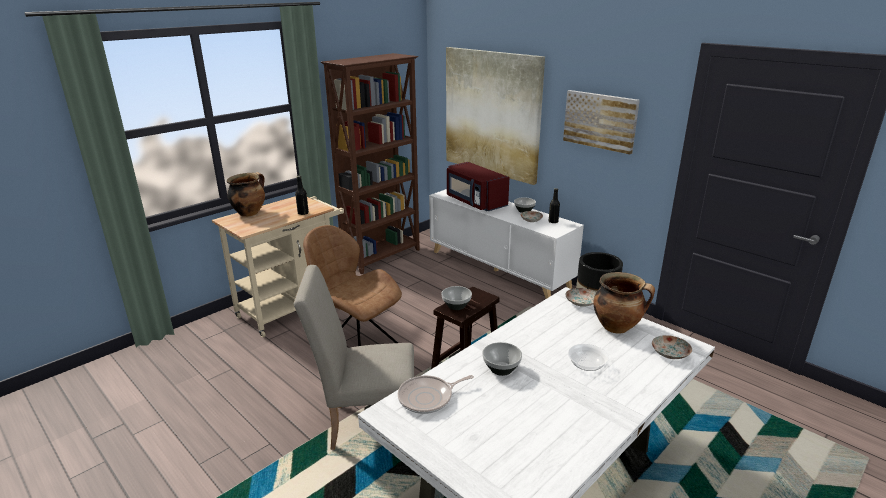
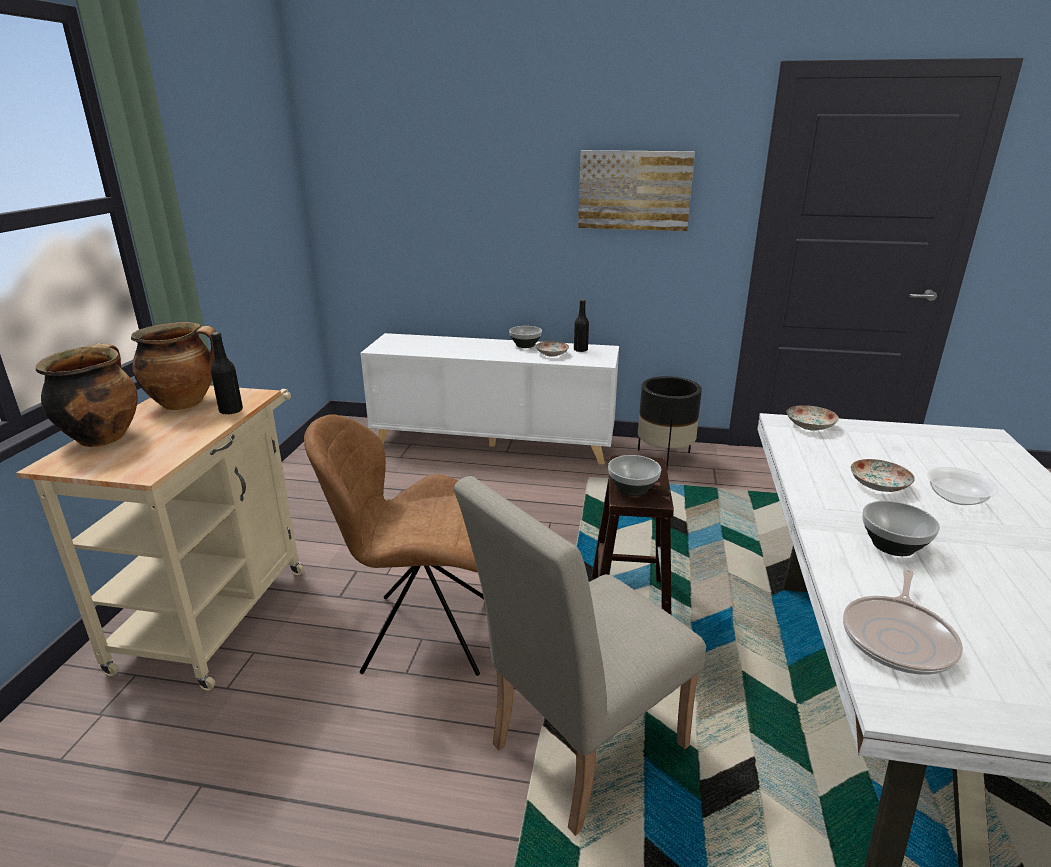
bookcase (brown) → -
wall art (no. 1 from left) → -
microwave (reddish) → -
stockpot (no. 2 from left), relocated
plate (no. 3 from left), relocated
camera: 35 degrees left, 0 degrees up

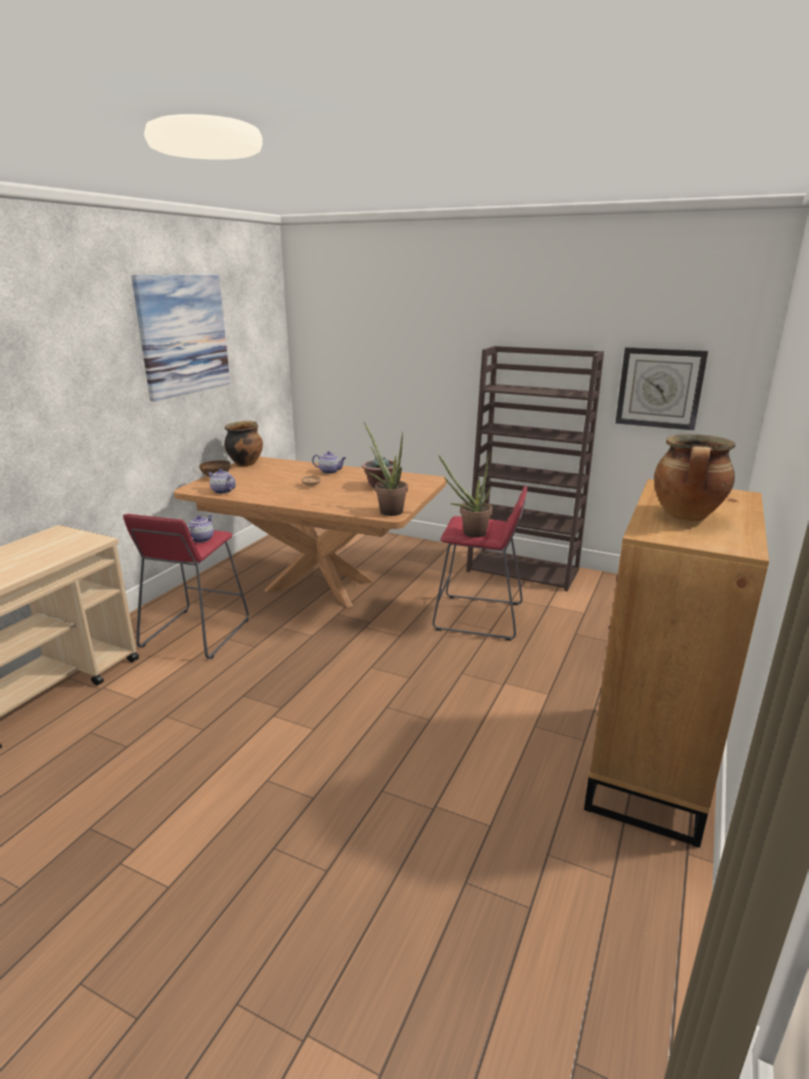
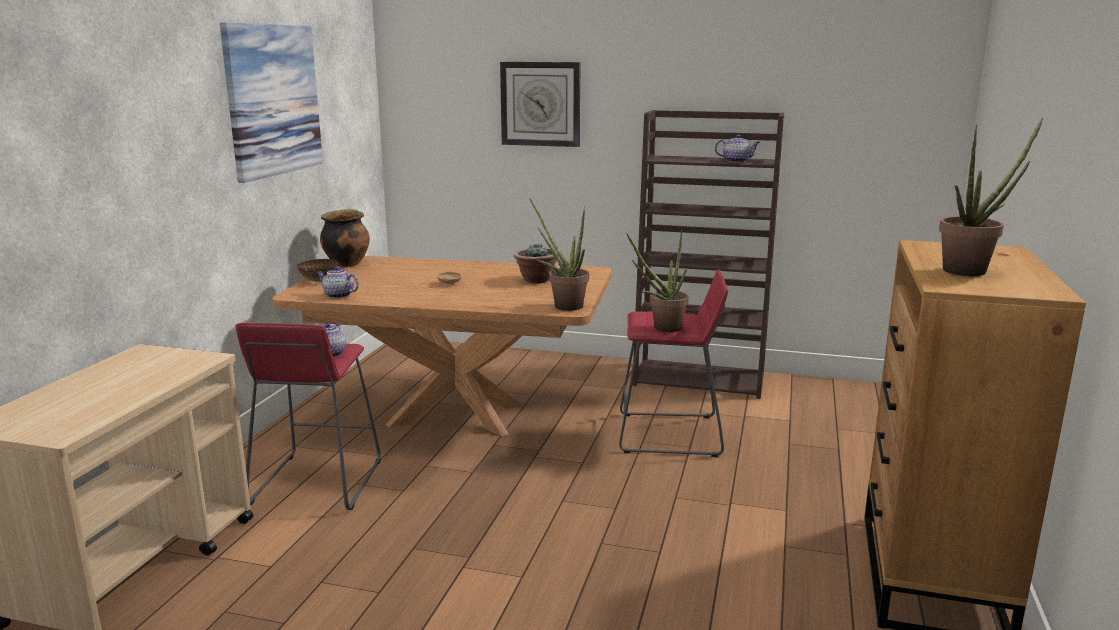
teapot (no. 3 from left), relocated
wall clock, relocated
stockpot (no. 2 from left) → potted plant (no. 4 from left)
camera: 10 degrees left, 5 degrees down

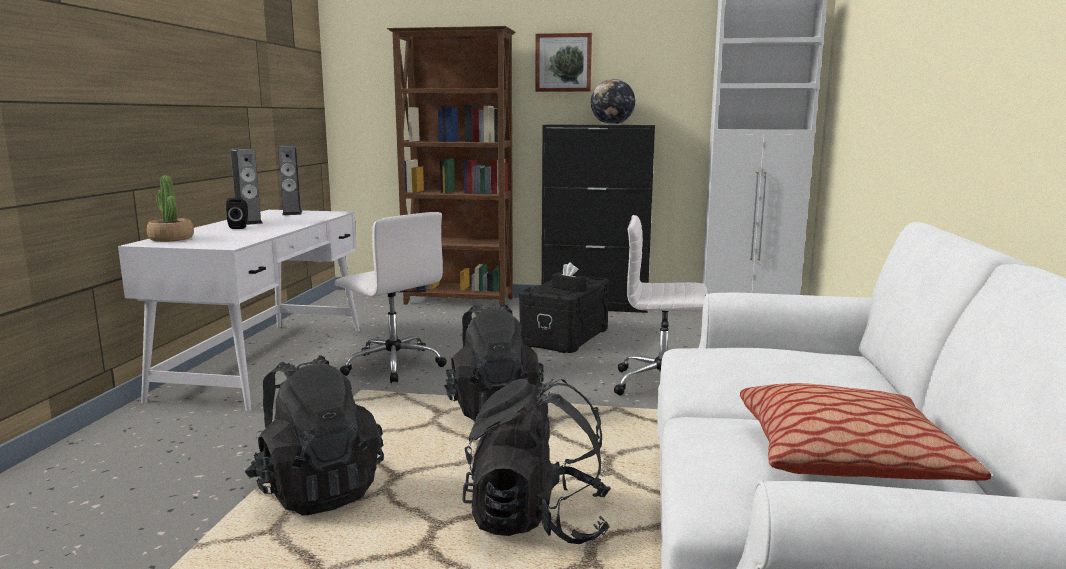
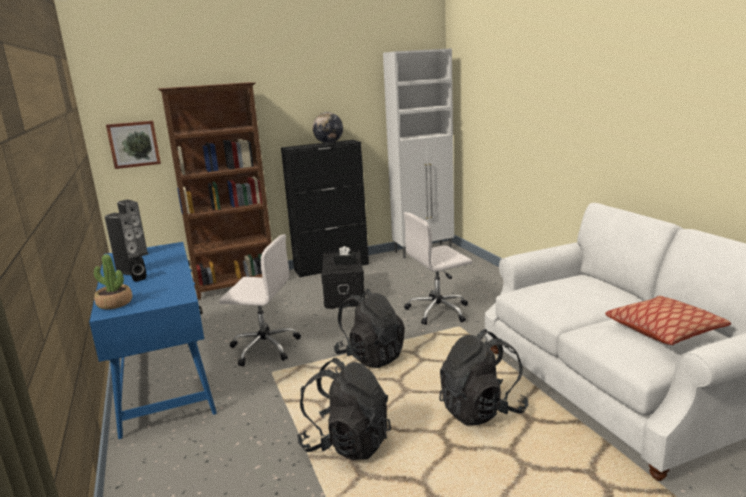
wall art, relocated
desk table (whitish) → desk table (blue-coloured)
camera: 30 degrees left, 5 degrees up

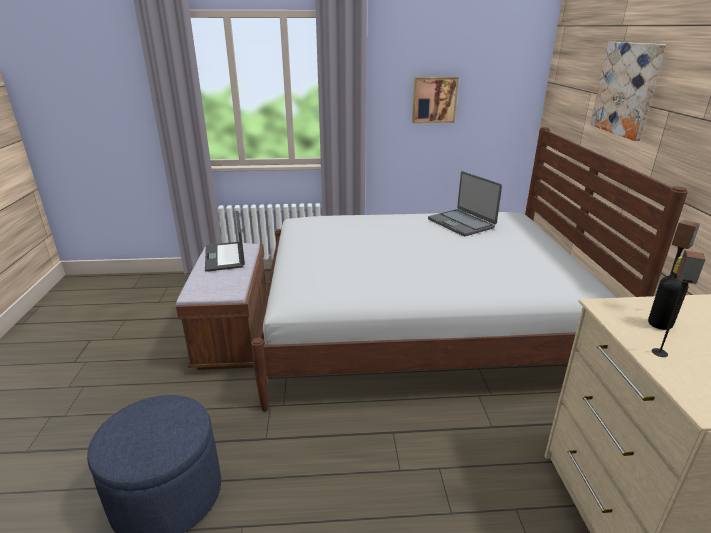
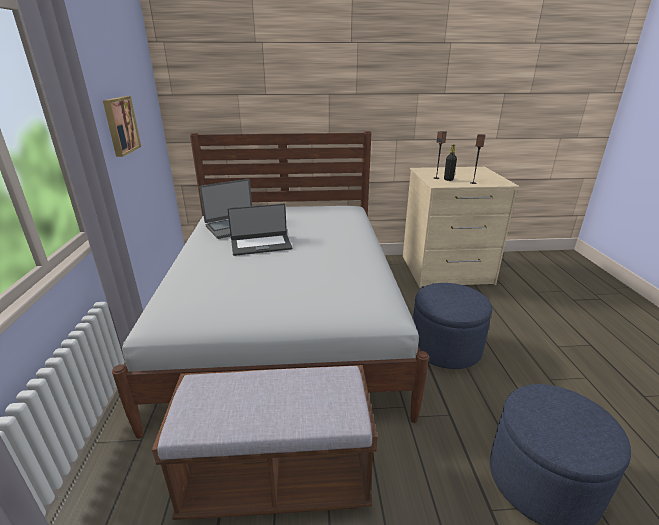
wall art (no. 2 from left) → -
- → pouffe (blue-coloured) (no. 1 from left)
laptop (no. 1 from left in the first image) → laptop (no. 2 from left), relocated
camera: 90 degrees left, 0 degrees up

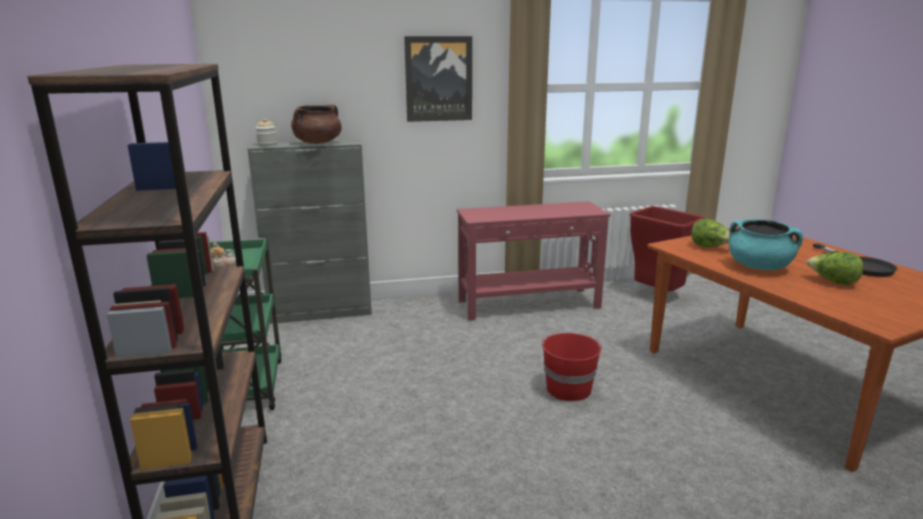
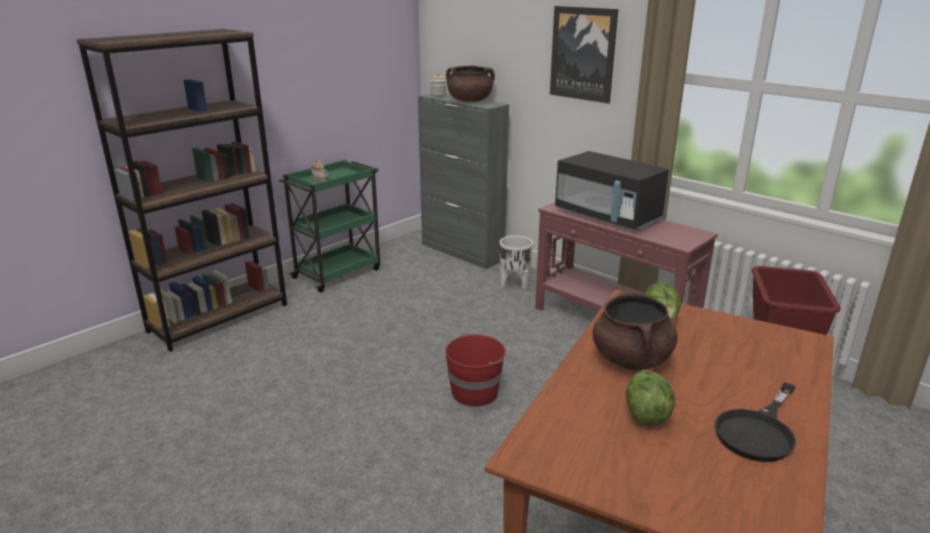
- → flower pot (whitish)
- → microwave (black)
stockpot (turquoise) → stockpot (brown) (no. 2 from left)
camera: 55 degrees right, 5 degrees up

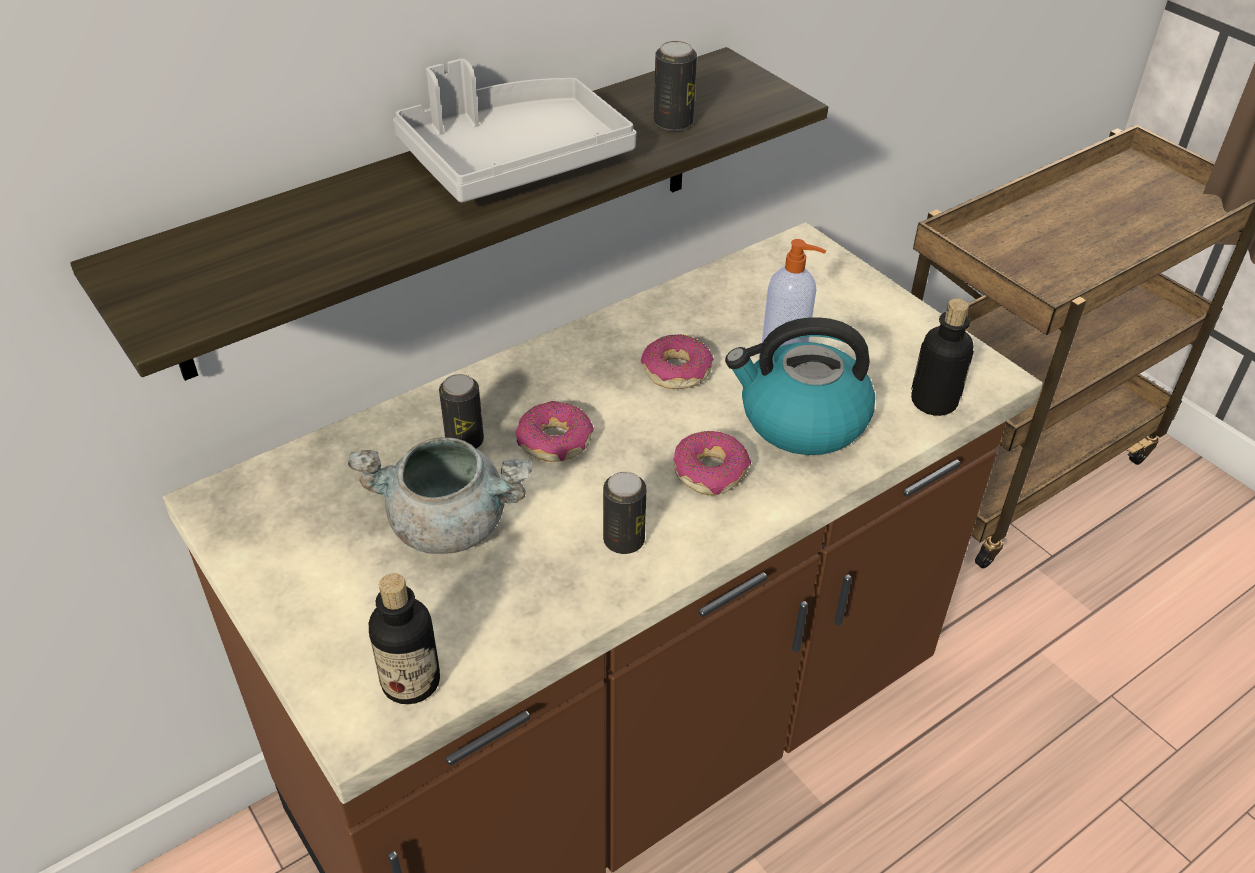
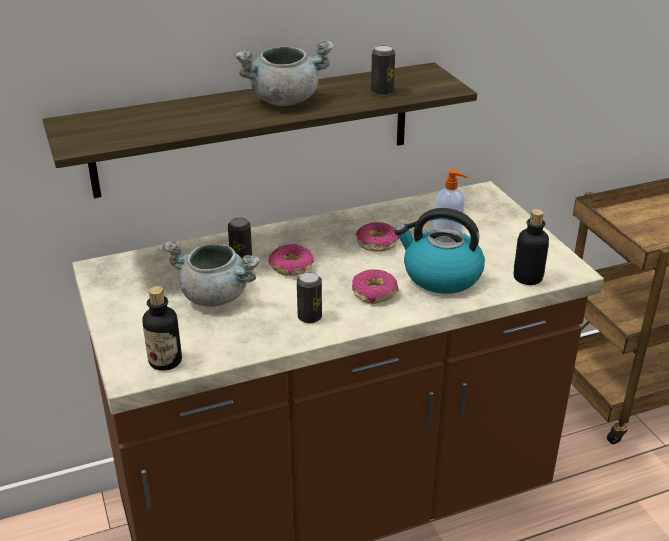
tray (greyish) → stockpot (greyish) (no. 2 from left)
camera: 15 degrees right, 10 degrees down

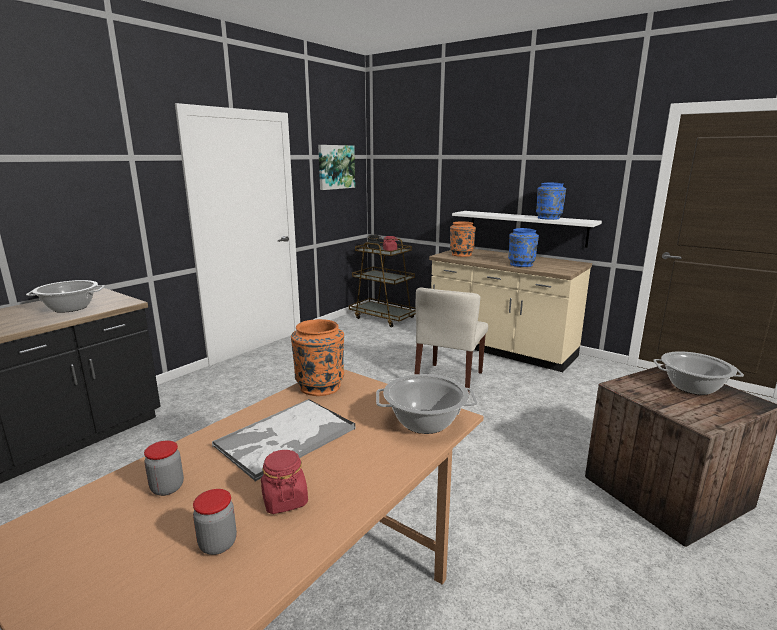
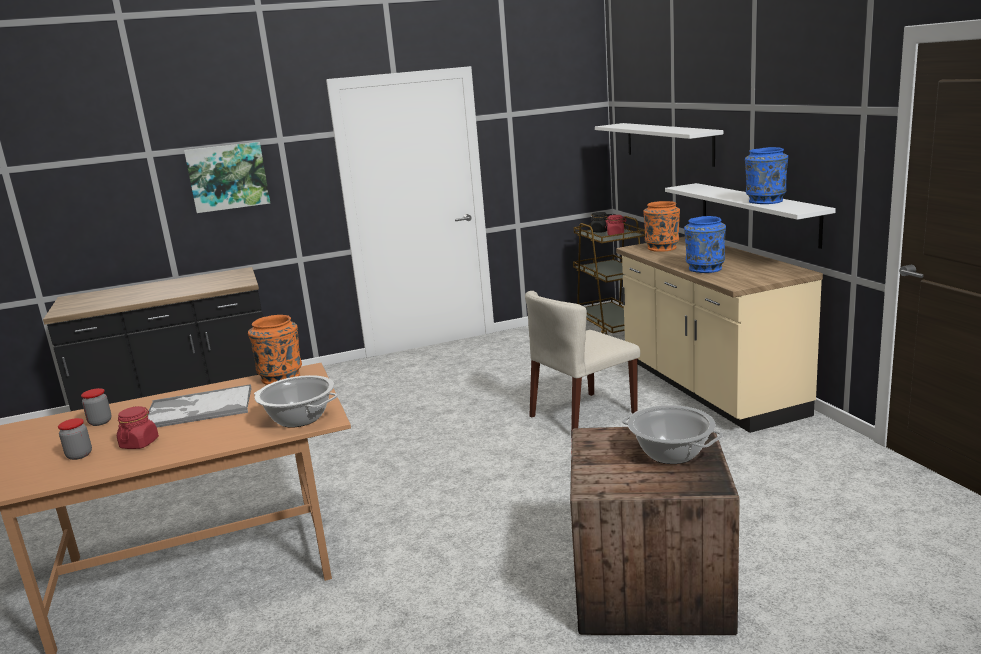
stockpot (no. 1 from left) → -
- → bracket shelf (whitish) (no. 1 from left)
wall art, relocated
camera: 35 degrees right, 0 degrees up

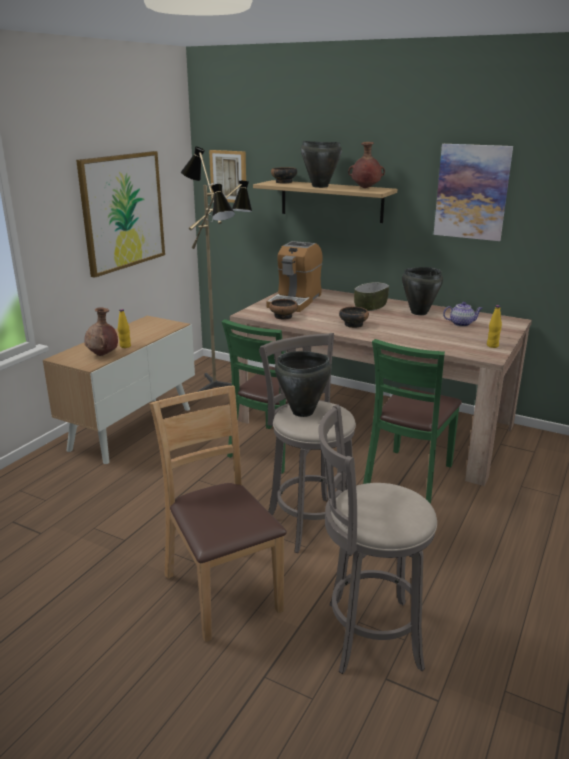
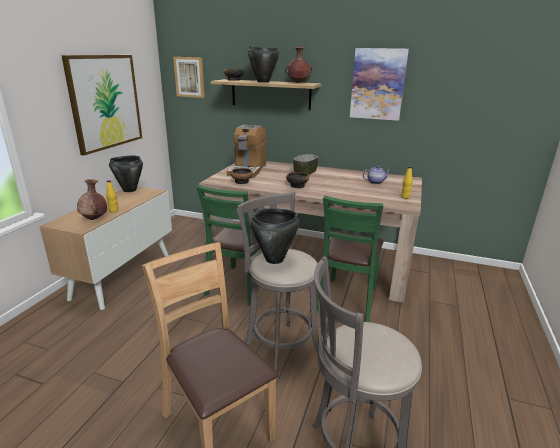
floor lamp → -
stockpot (black) (no. 3 from left in the first image) → stockpot (black) (no. 1 from left), relocated
camera: 10 degrees left, 0 degrees up

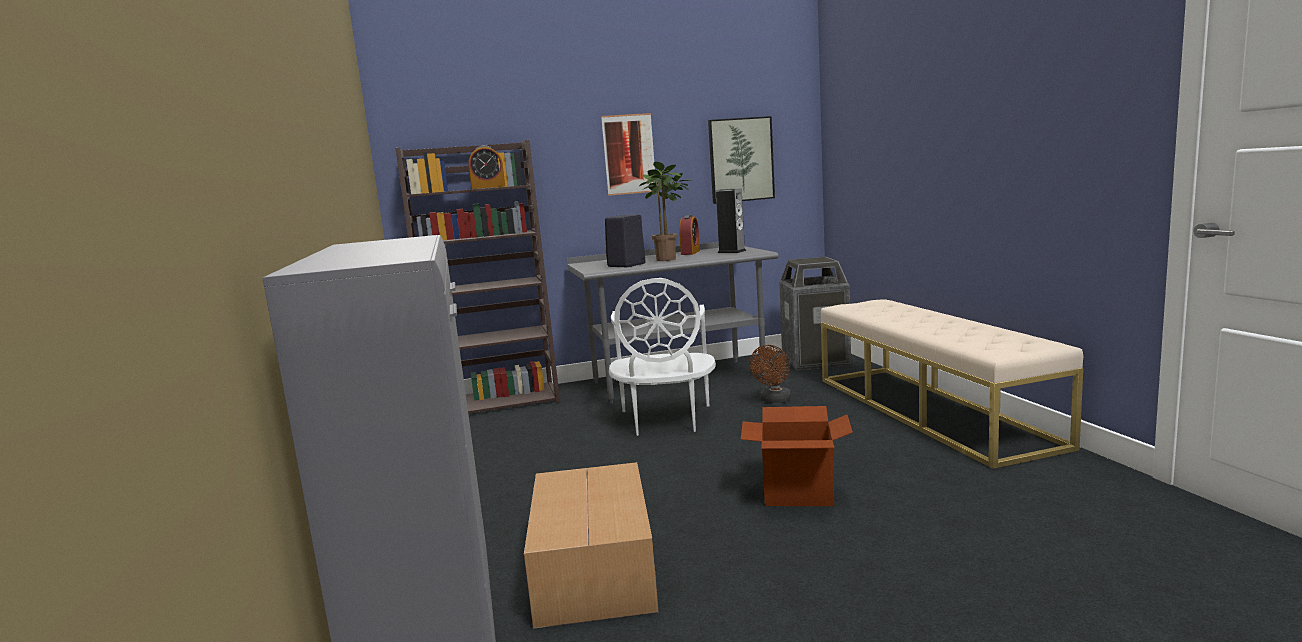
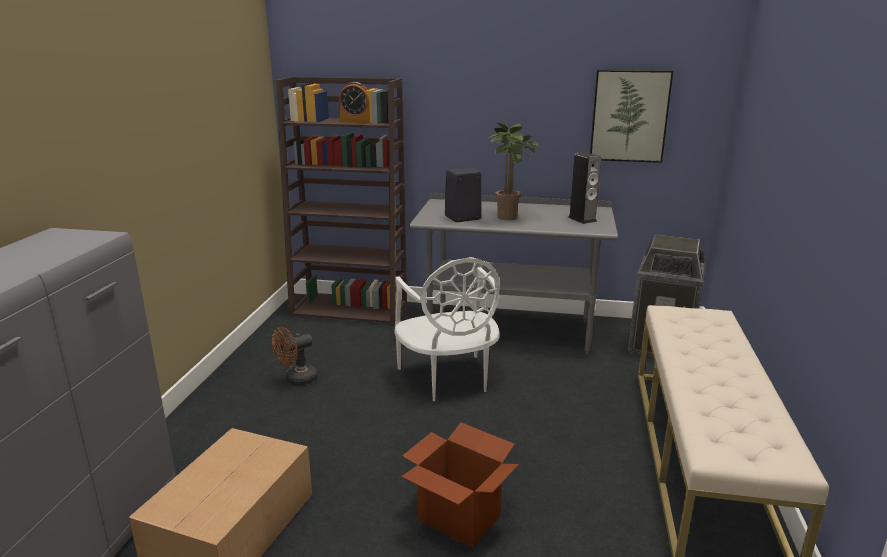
wall art (no. 1 from left) → -
bedside clock (no. 2 from left) → -
cooling fan (brown), relocated
plain chair (whitish), 45 degrees counterclockwise
camera: 25 degrees right, 10 degrees up

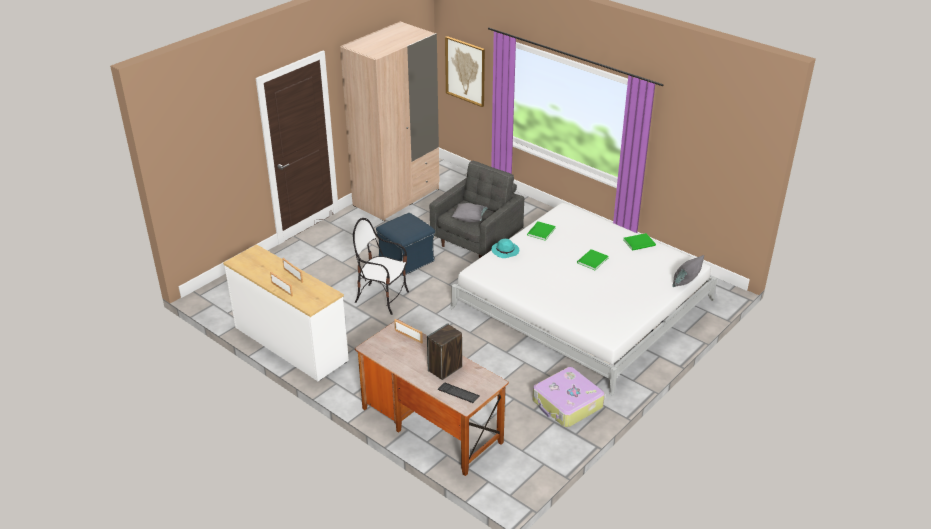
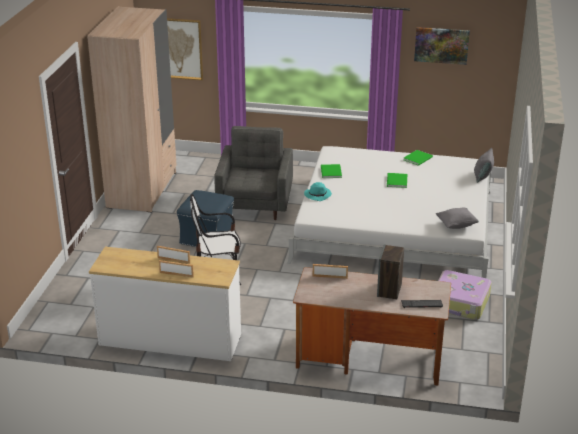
- → wall art (no. 2 from left)
cushion (greyish) (no. 1 from left), relocated
camera: 30 degrees left, 5 degrees down

